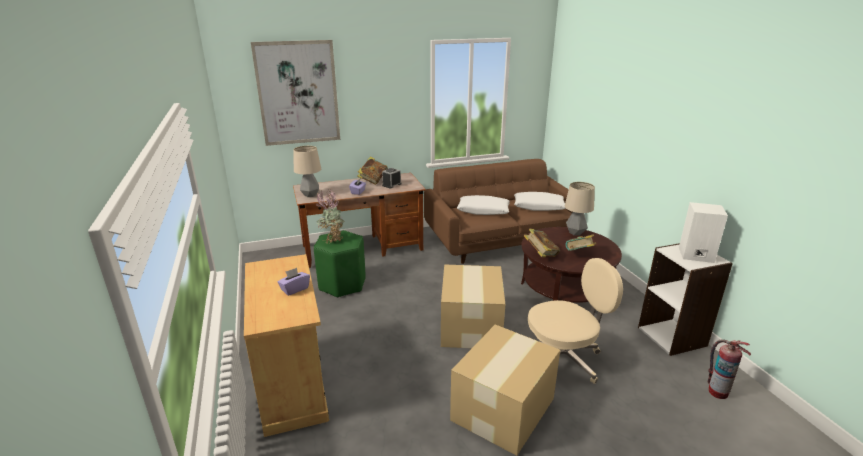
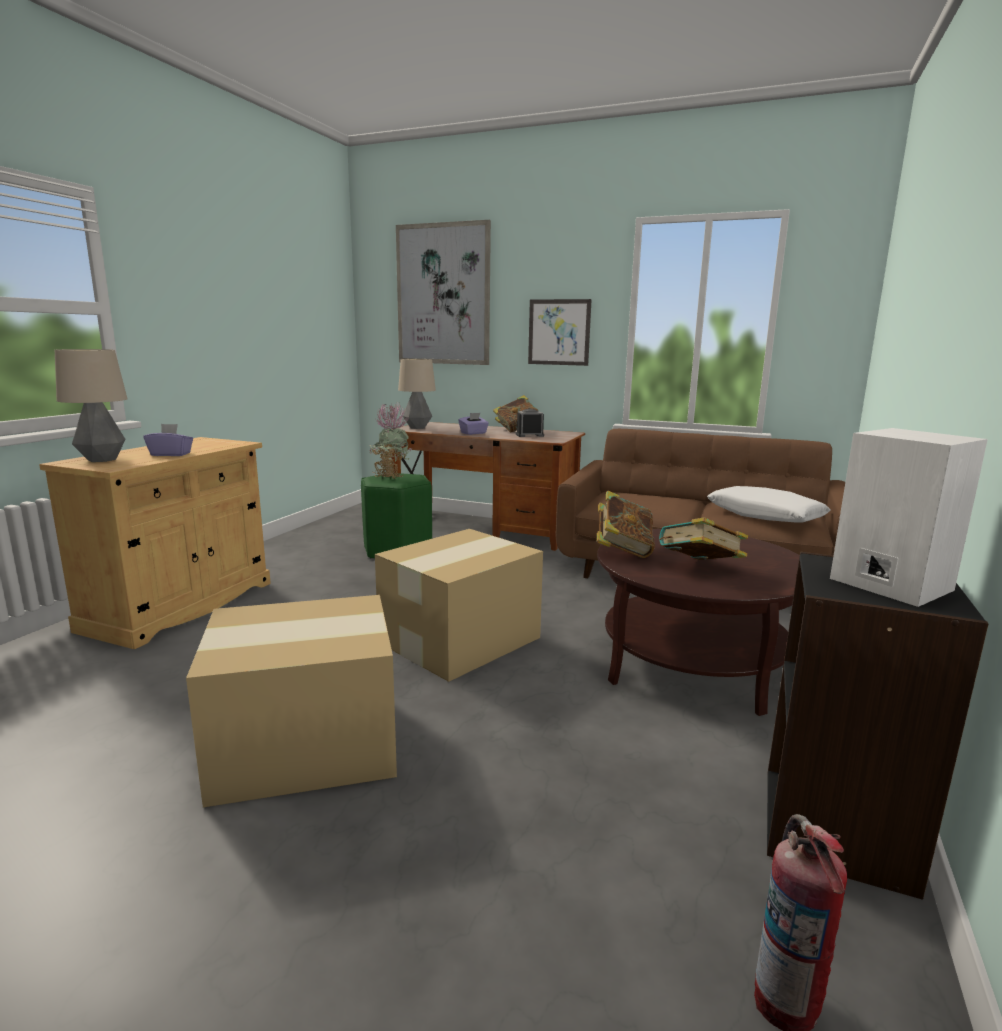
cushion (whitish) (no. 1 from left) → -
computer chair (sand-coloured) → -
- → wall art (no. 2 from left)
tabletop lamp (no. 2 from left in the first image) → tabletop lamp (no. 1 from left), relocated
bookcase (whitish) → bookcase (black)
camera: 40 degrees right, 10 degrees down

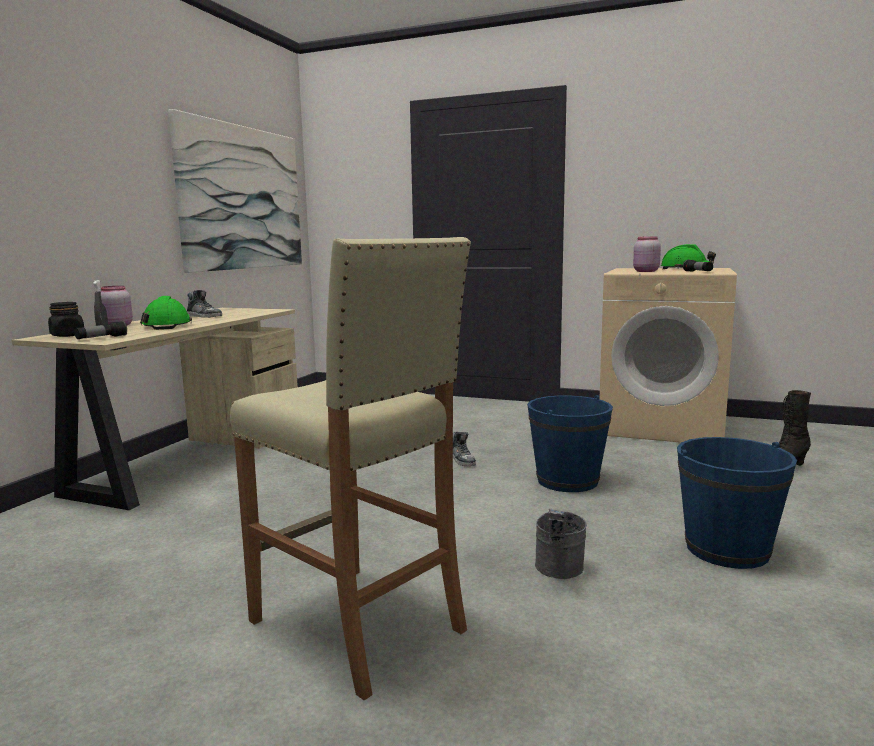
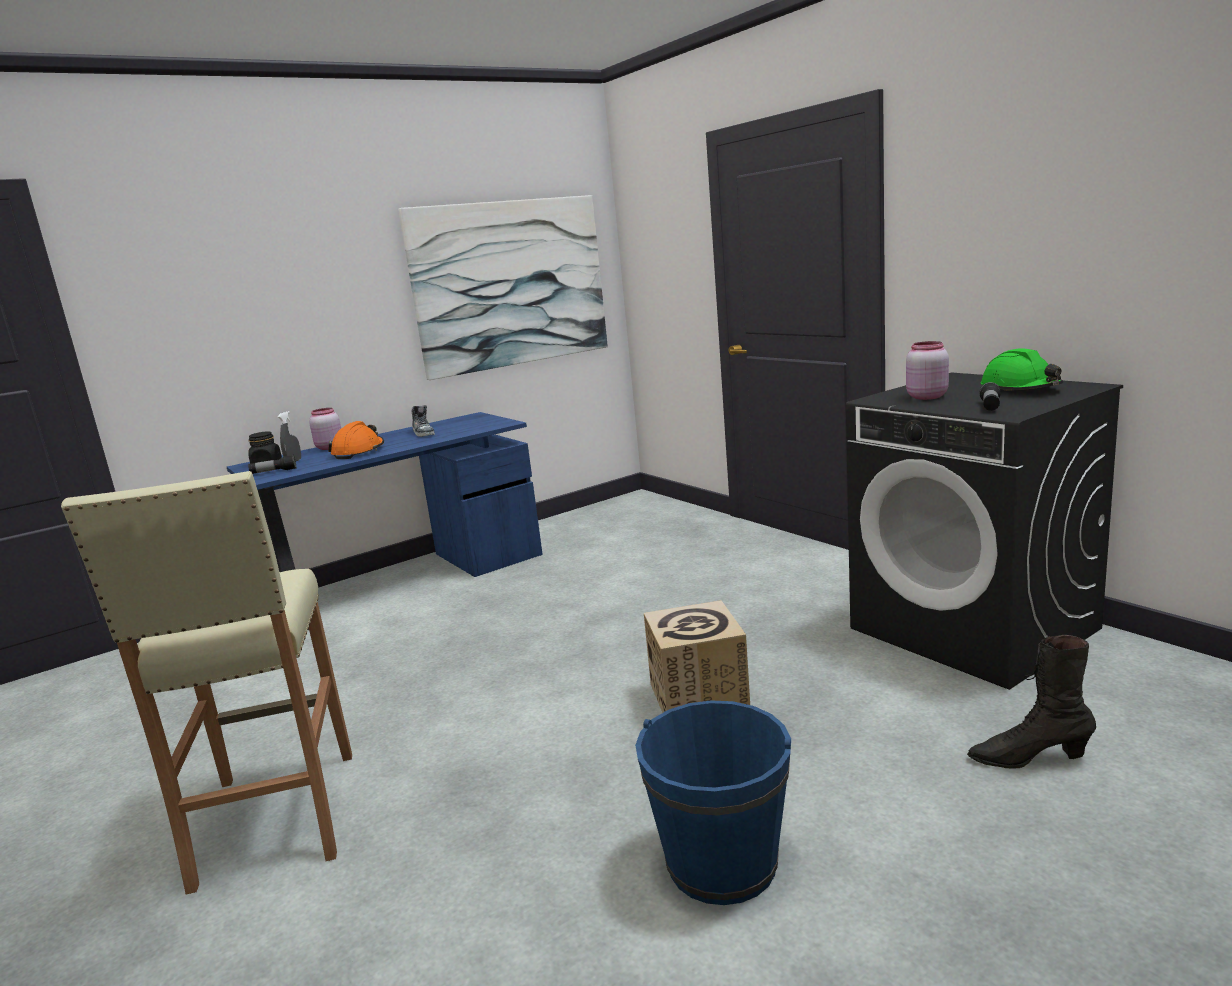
low shoe (no. 2 from left) → -
bucket (greyish) → -
bucket (blue-coloured) (no. 1 from left) → carton
desk table (sand-coloured) → desk table (blue-coloured)
hard hat (green) (no. 1 from left) → hard hat (orange-coloured)
laundry appliance (sand-coloured) → laundry appliance (black)
camera: 35 degrees right, 5 degrees up

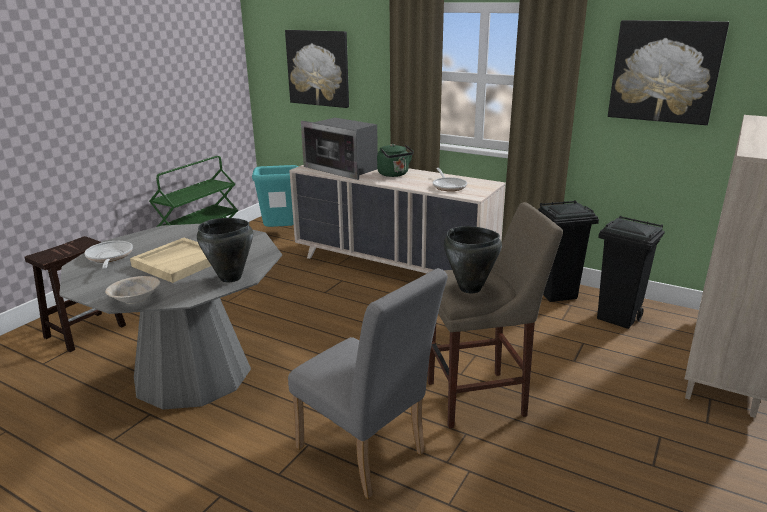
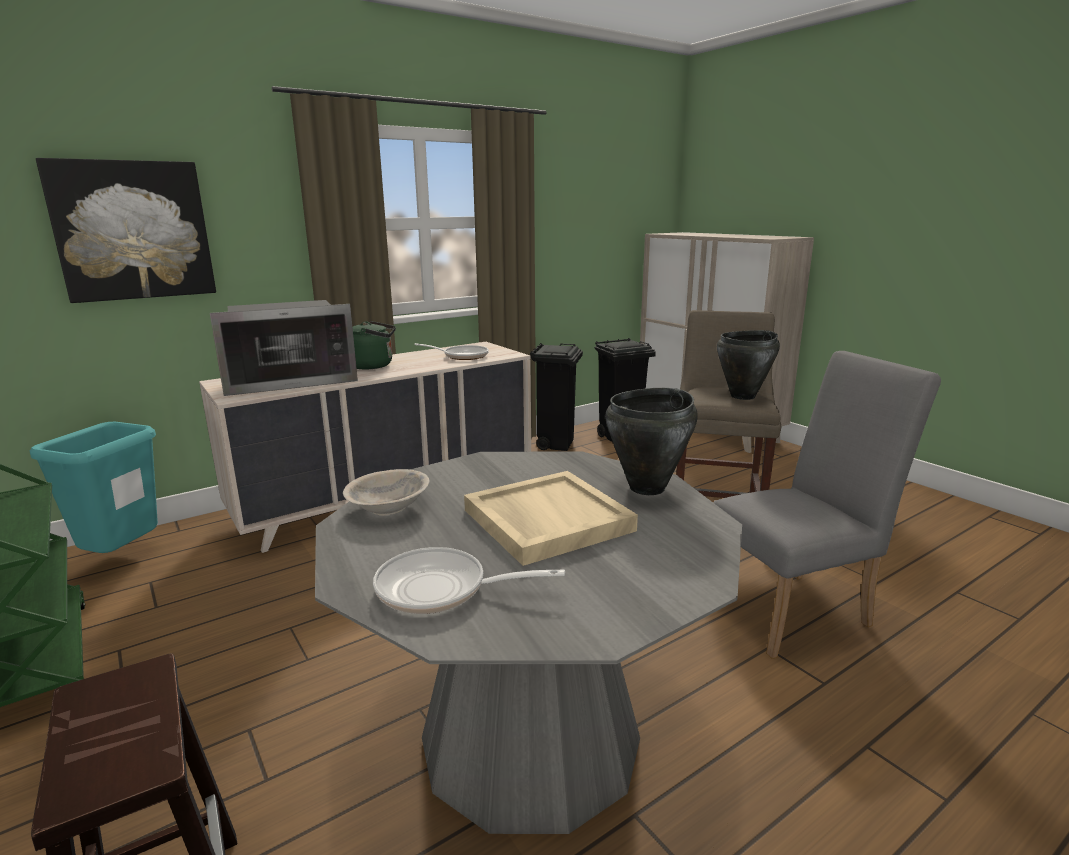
wall art (no. 2 from left) → -
bowl (sand-coloured), relocated
camera: 65 degrees left, 5 degrees down

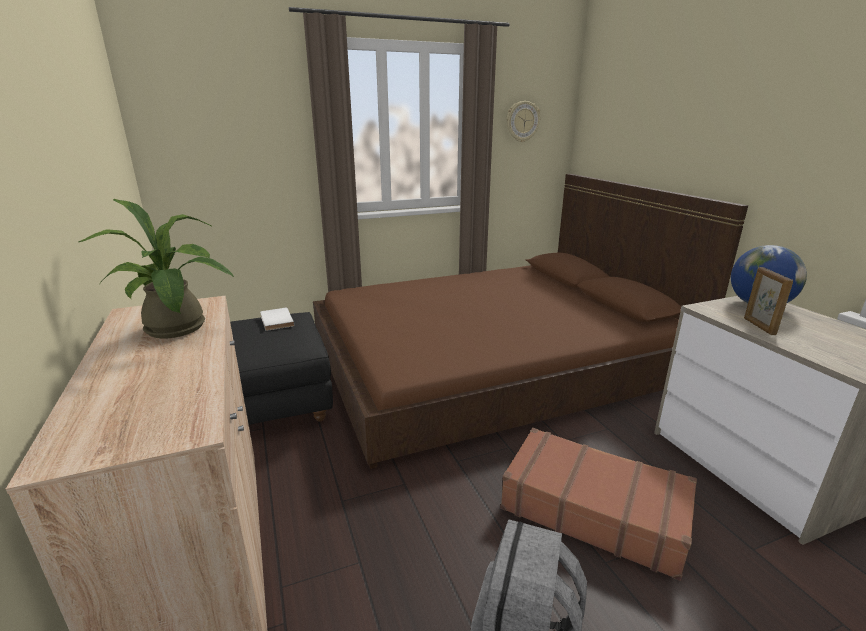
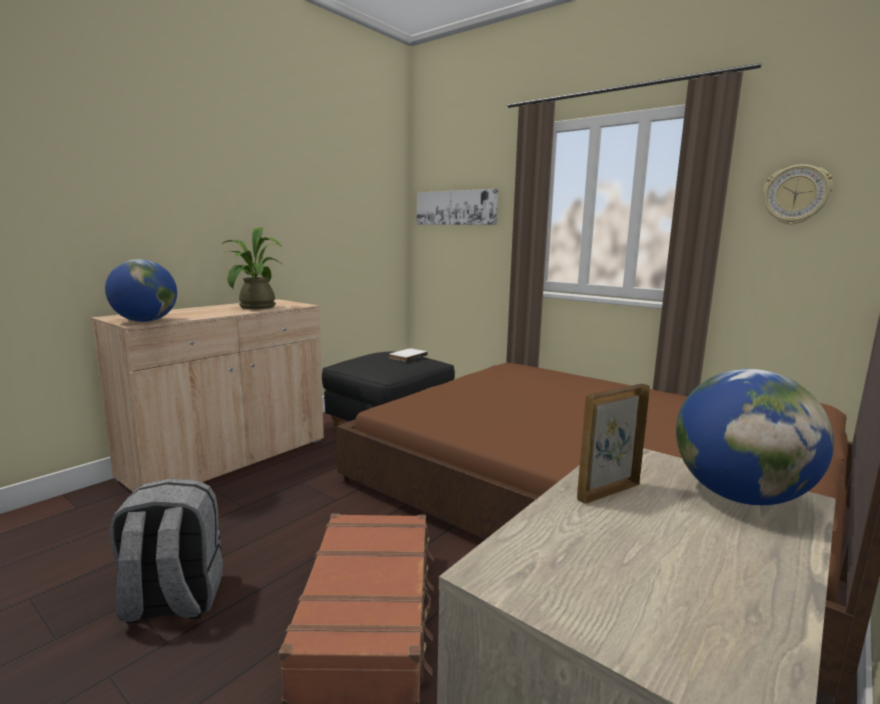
- → globe (no. 1 from left)
- → wall art
camera: 60 degrees right, 10 degrees down

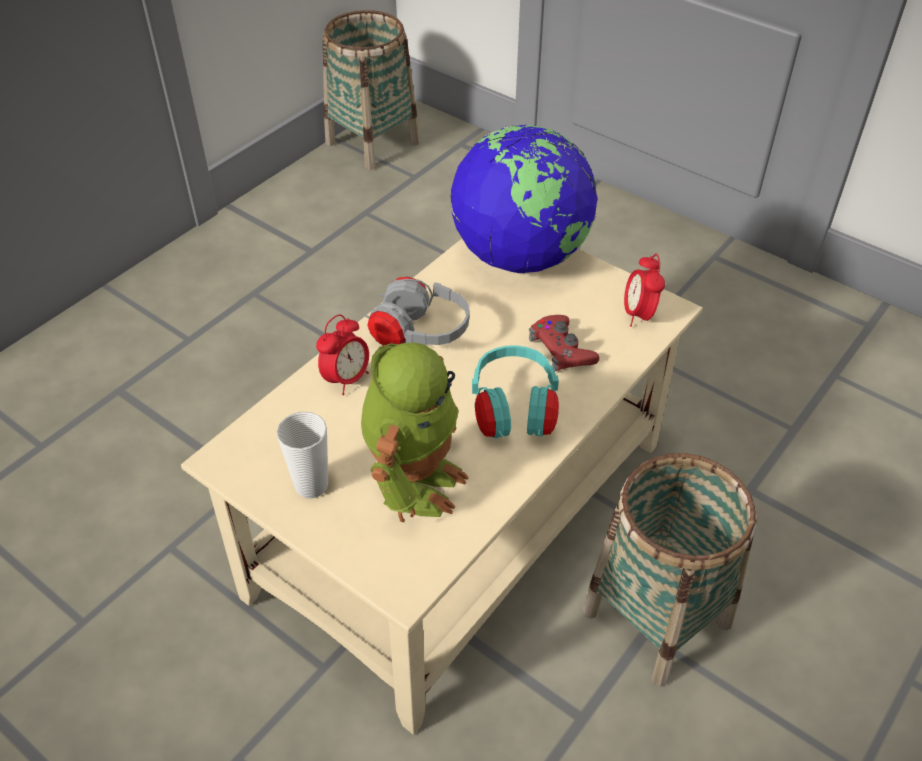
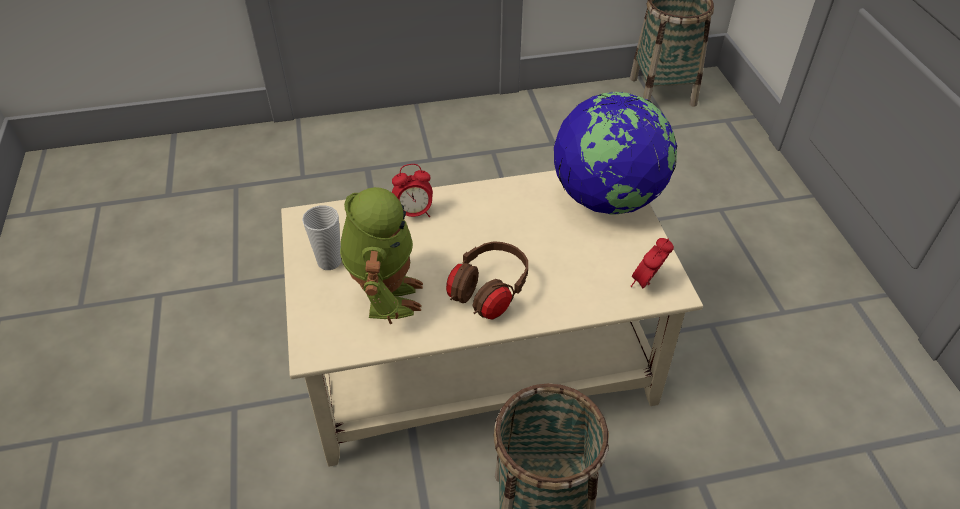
headphones (greyish) → -
gamepad (reddish) → -
headphones (turquoise) → headphones (brown)
model robot, 60 degrees counterclockwise
camera: 40 degrees right, 0 degrees up

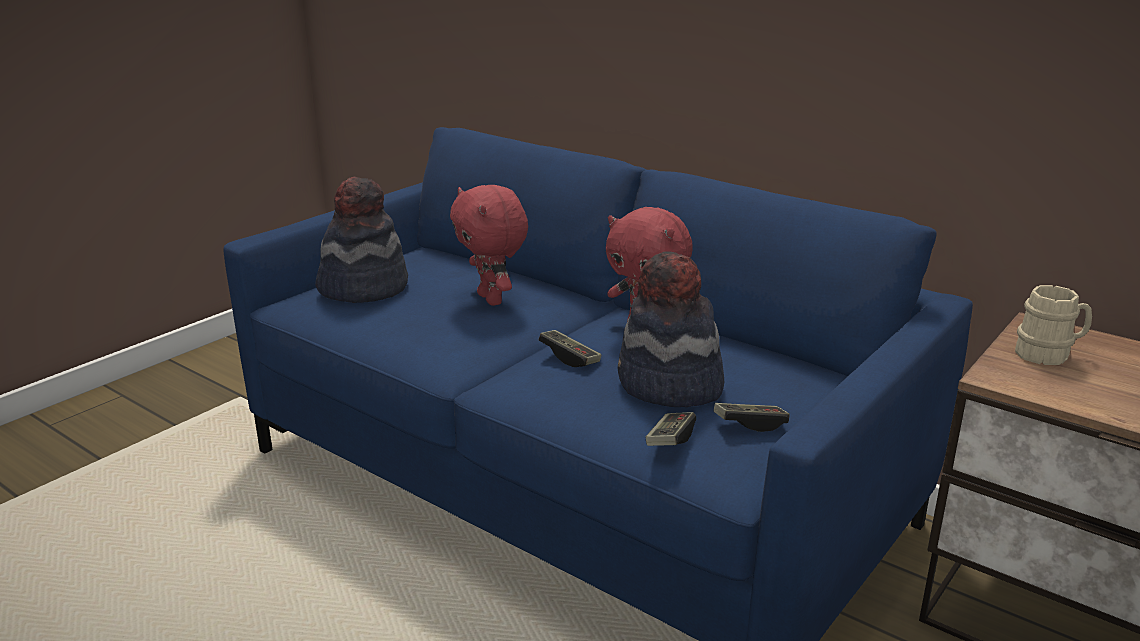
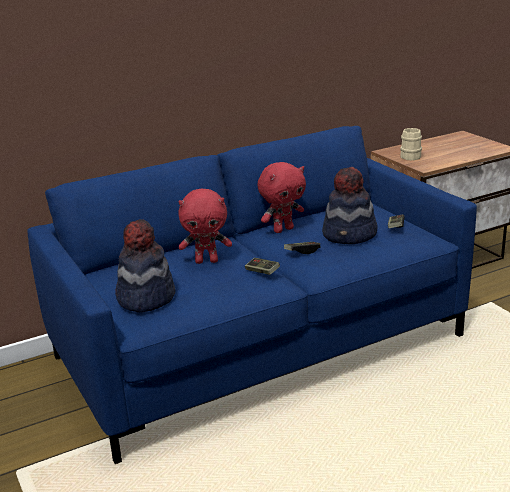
gamepad (no. 2 from left in the first image) → gamepad (no. 1 from left), relocated
camera: 65 degrees left, 0 degrees up

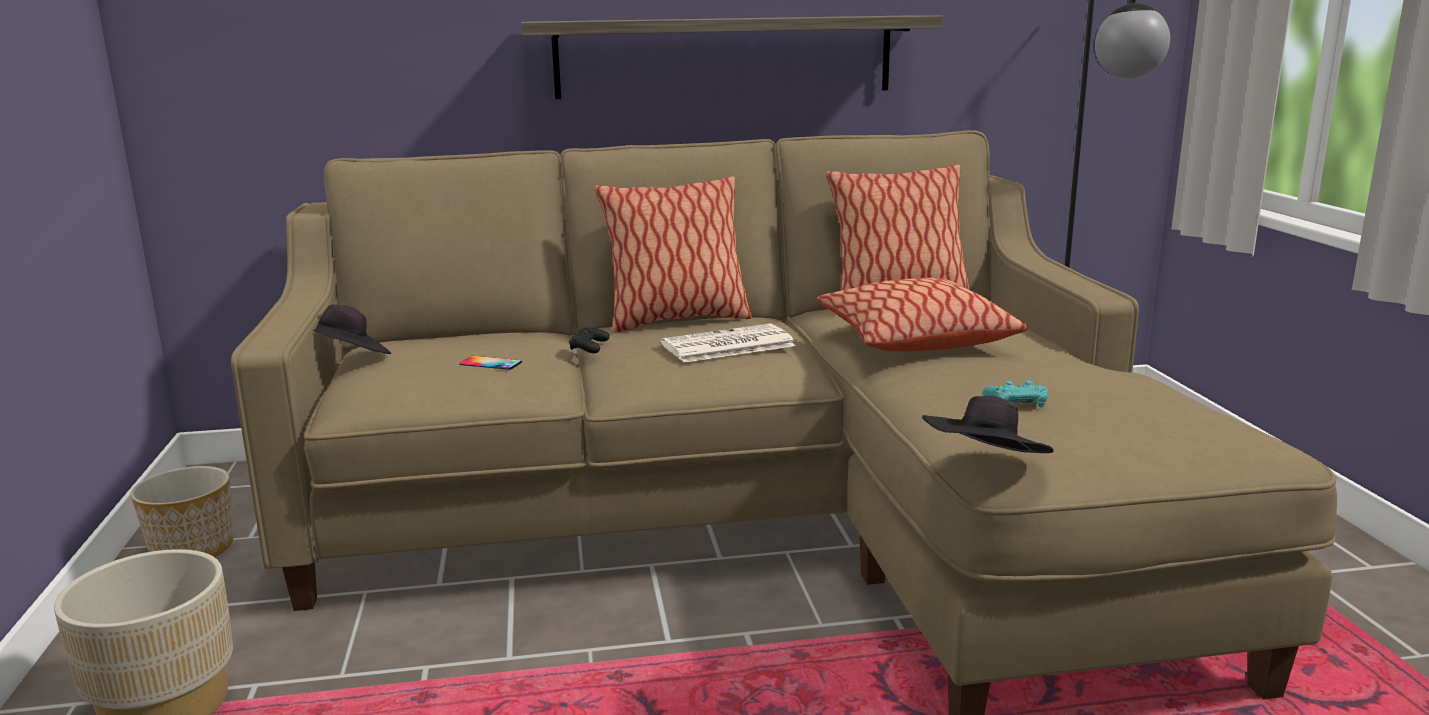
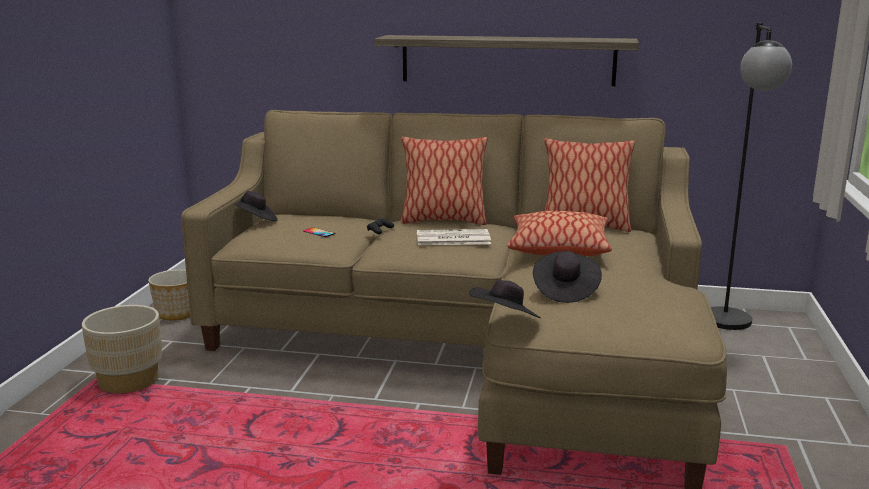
gamepad (turquoise) → hat (black) (no. 3 from left)
camera: 20 degrees right, 0 degrees up

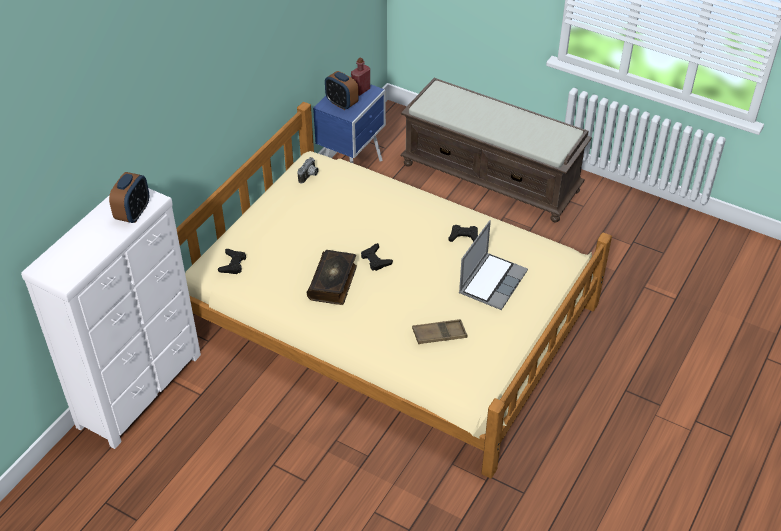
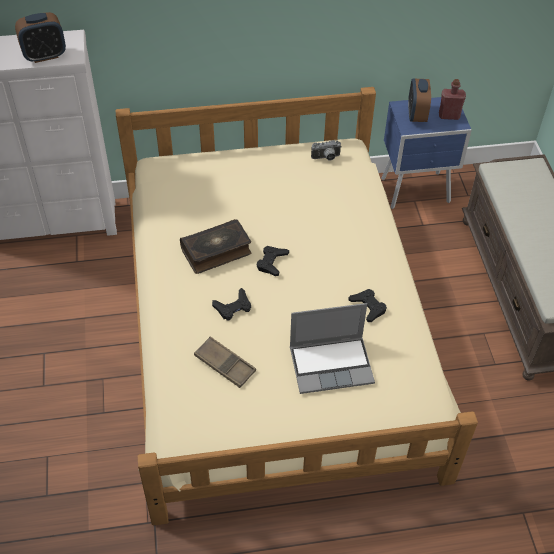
gamepad (black) (no. 1 from left), relocated
camera: 50 degrees right, 5 degrees up

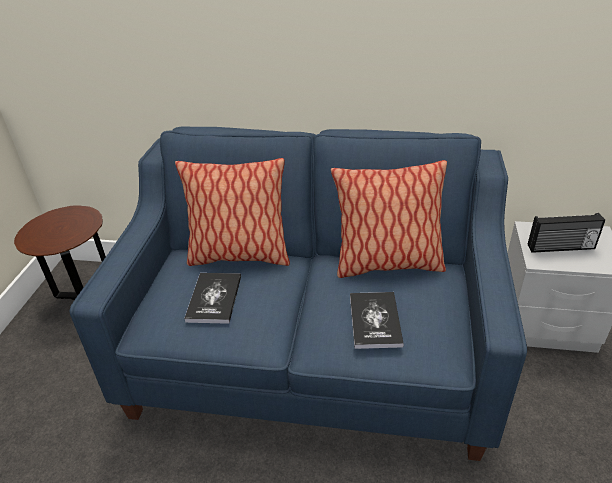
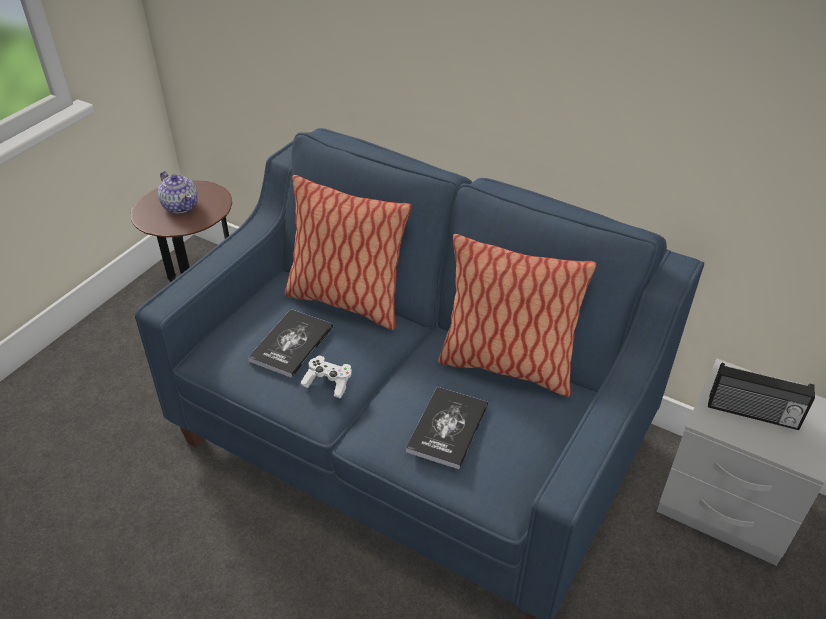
- → teapot
- → gamepad (whitish)
camera: 20 degrees right, 5 degrees up

